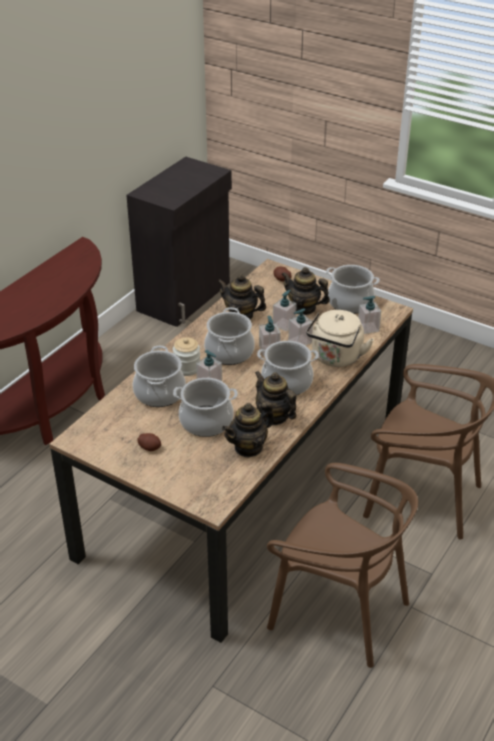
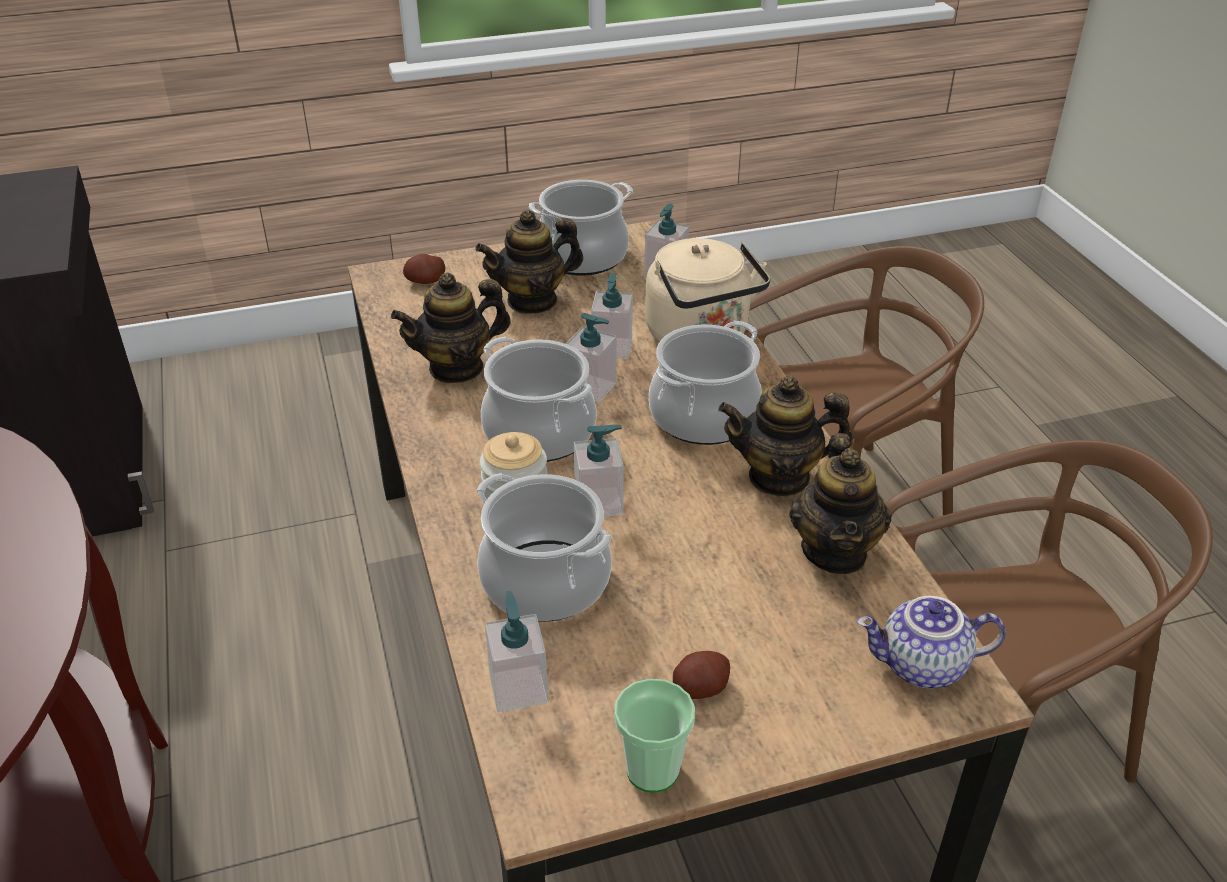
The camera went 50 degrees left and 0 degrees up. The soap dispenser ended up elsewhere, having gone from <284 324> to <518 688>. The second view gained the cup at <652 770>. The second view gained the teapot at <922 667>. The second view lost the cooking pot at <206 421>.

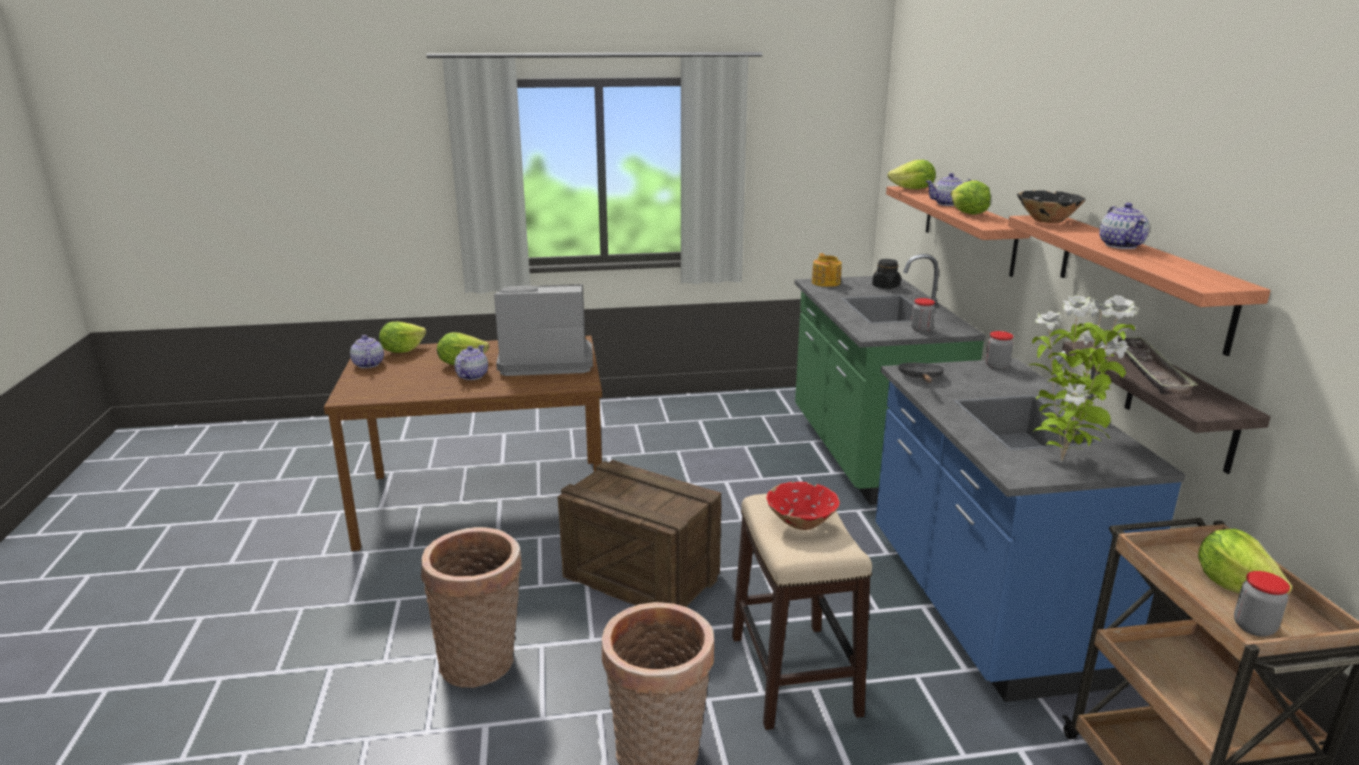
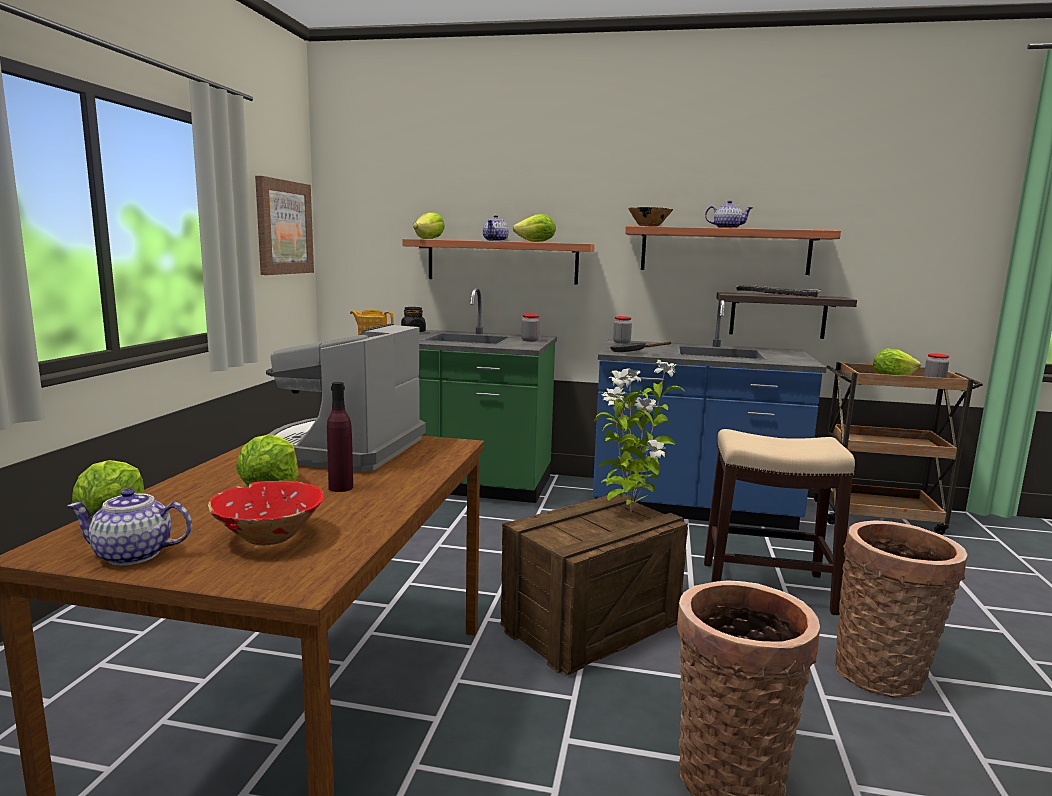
The camera went 70 degrees left and 10 degrees down. The bowl (red) ended up elsewhere, having gone from <801 523> to <269 537>. The second view gained the picture at <283 227>. Where the teapot stood at <471 376>, the bottle (purple) came to stand at <341 487>. The potted plant ended up elsewhere, having gone from <1063 459> to <629 512>.

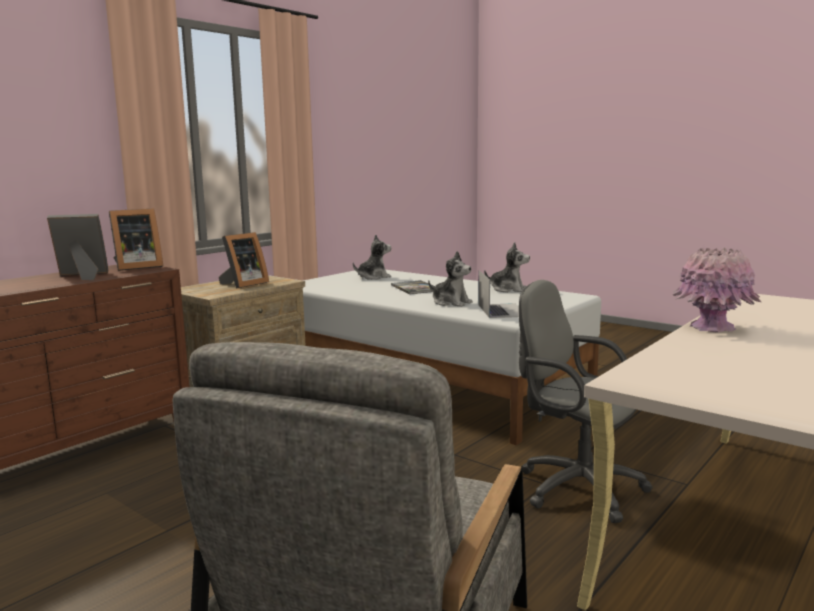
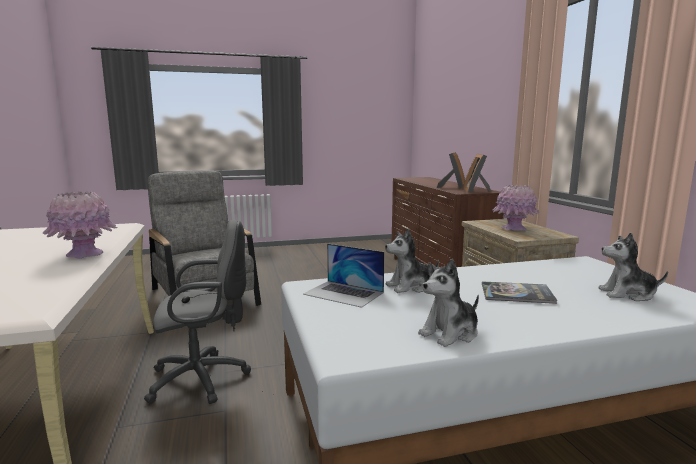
The camera went 125 degrees right and 0 degrees up. Where the picture frame stood at <243 284>, the vase (pink) came to stand at <514 229>. The plush toy at <373 277> ended up facing another way, 90 degrees clockwise from before.

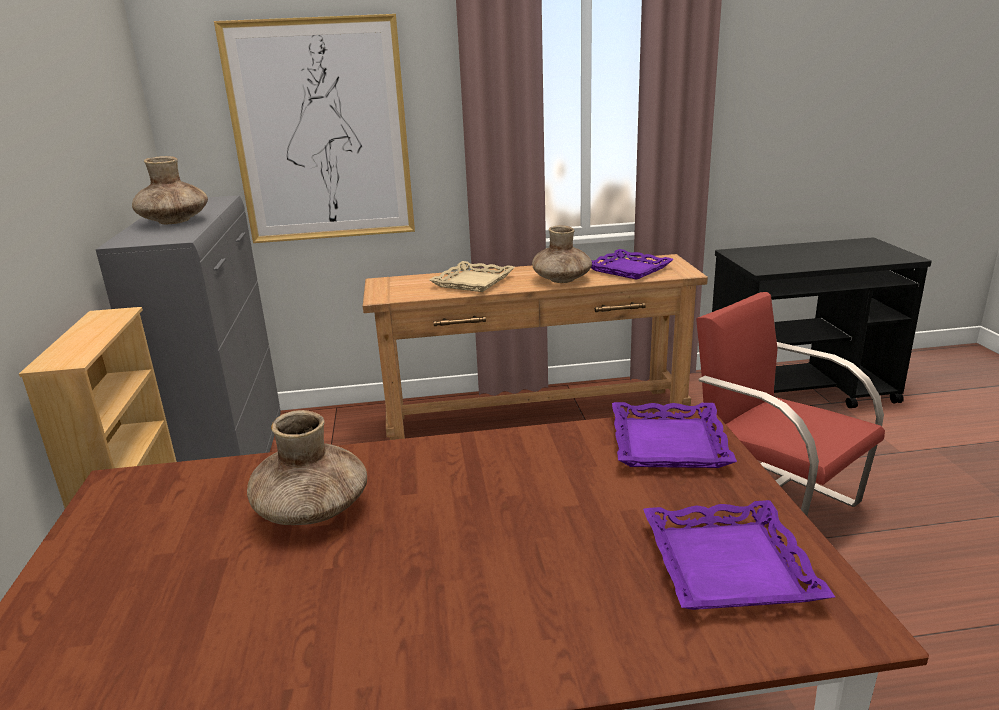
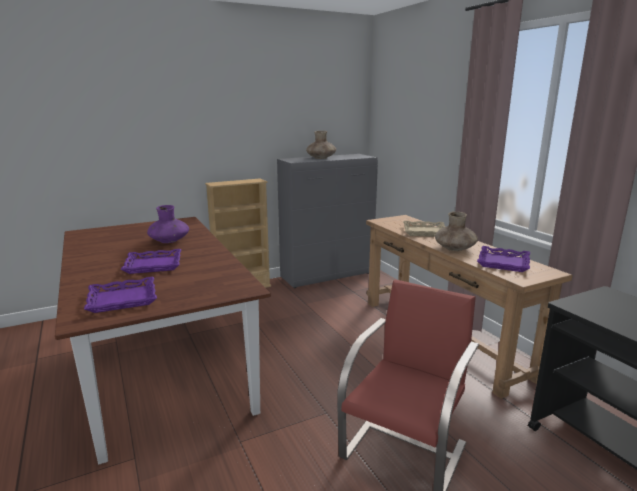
The camera went 70 degrees right and 5 degrees down. The tray (purple) ended up elsewhere, having gone from <667 443> to <153 265>. What was the vase (brown) at <312 510> turned into the vase (purple) at <169 241>. The second view lost the picture at <321 132>.

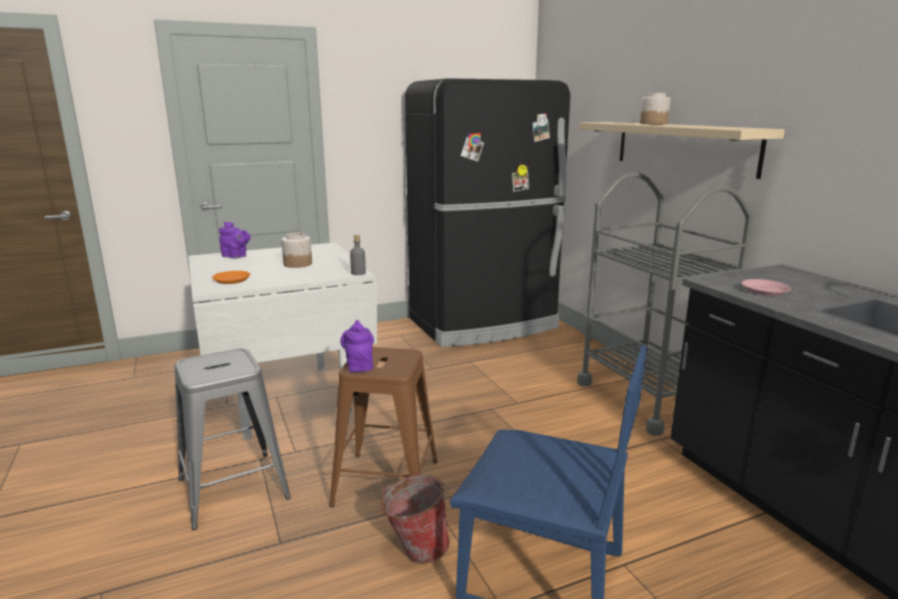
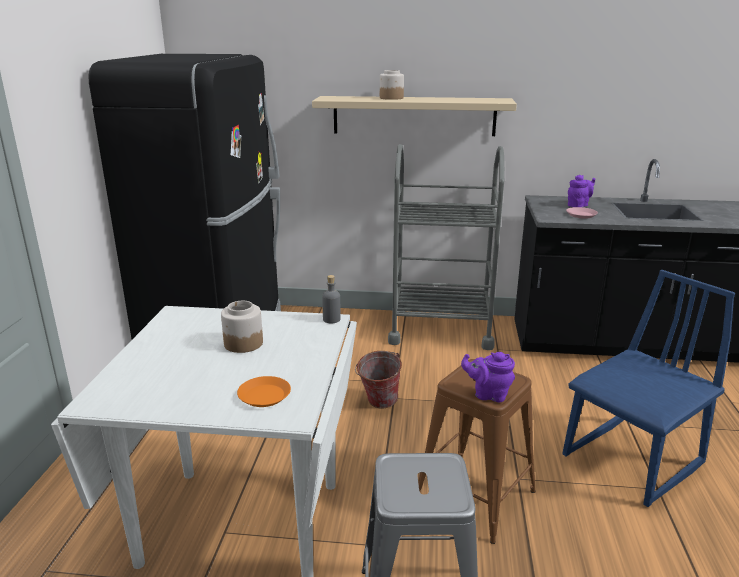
The camera went 60 degrees left and 5 degrees up. The bucket ended up elsewhere, having gone from <415 550> to <378 404>. The teapot (purple) ended up elsewhere, having gone from <236 256> to <579 205>.

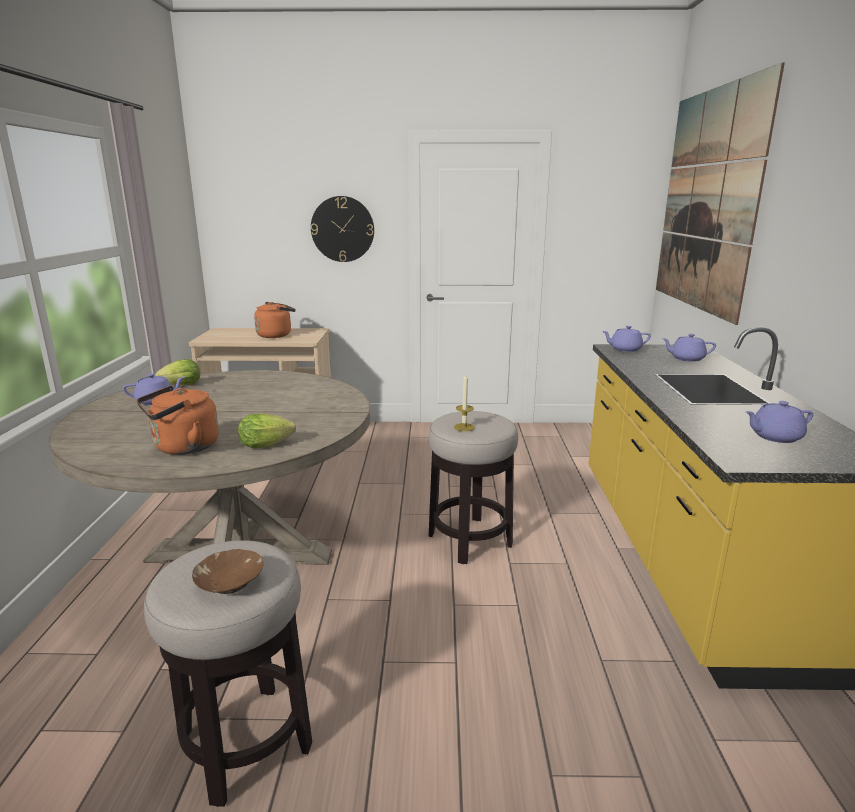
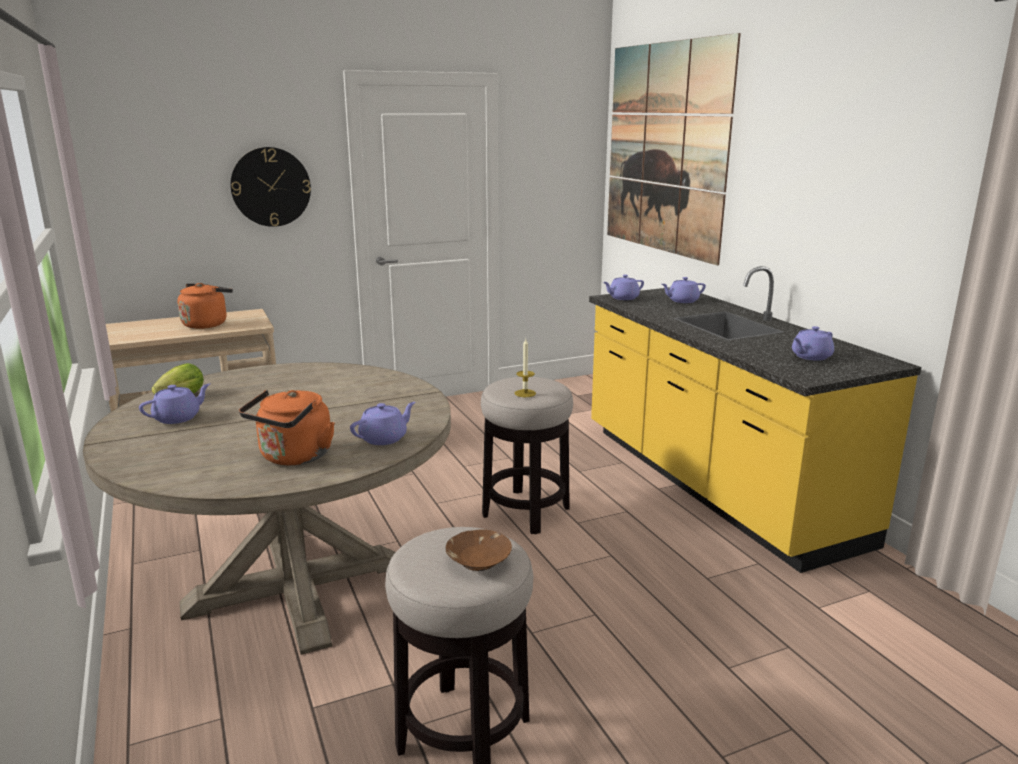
The camera went 25 degrees left and 0 degrees up. Where the lettuce stood at <269 445>, the teapot (purple) came to stand at <384 438>.

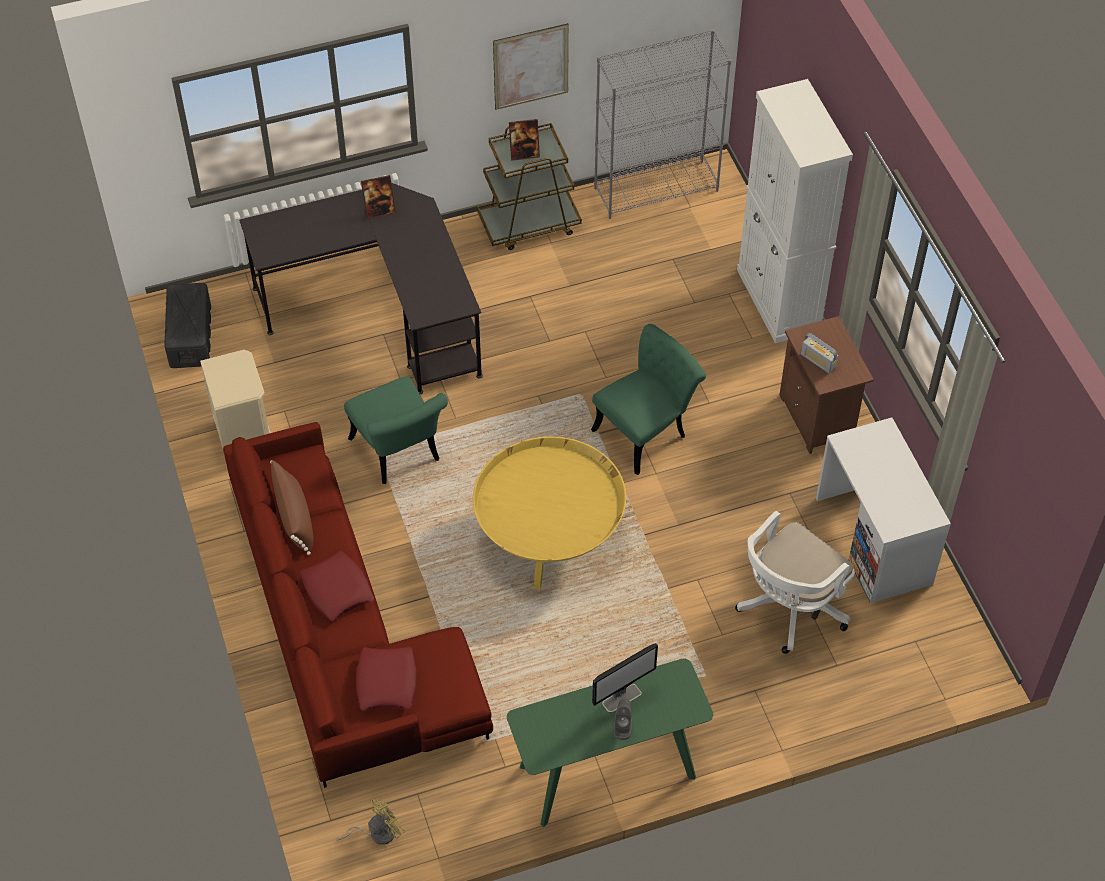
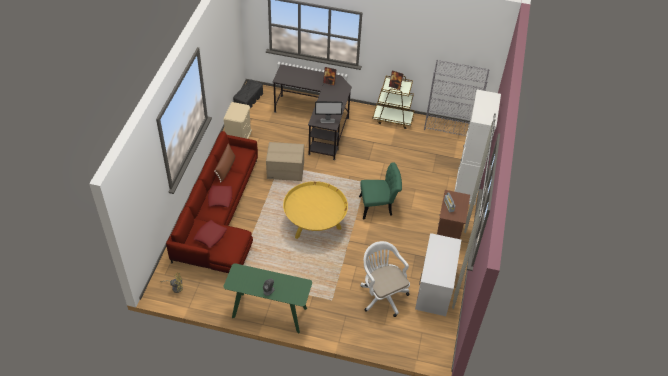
The camera went 30 degrees right and 5 degrees down. Where the chair (green) stood at <399 454>, the cardboard box came to stand at <285 170>. The monitor ended up elsewhere, having gone from <622 698> to <328 120>. The office chair (white) at <789 609> ended up facing another way, 75 degrees clockwise from before. The second view lost the picture at <531 66>.

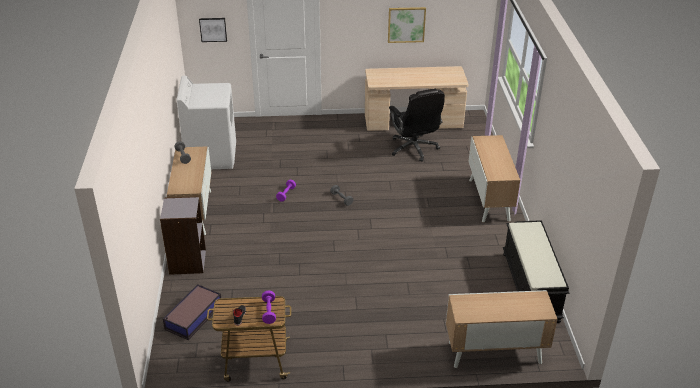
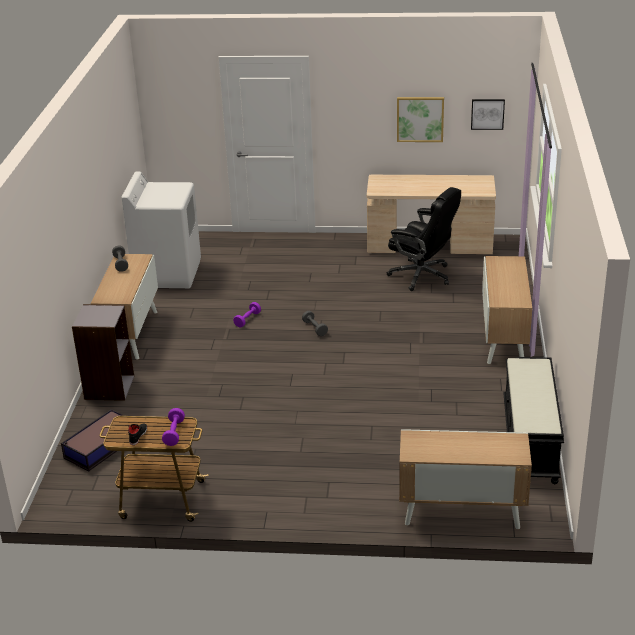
The camera went 10 degrees right and 5 degrees down. The office chair (black) at <414 148> ended up facing another way, 45 degrees counterclockwise from before. The picture ended up elsewhere, having gone from <213 29> to <487 114>.

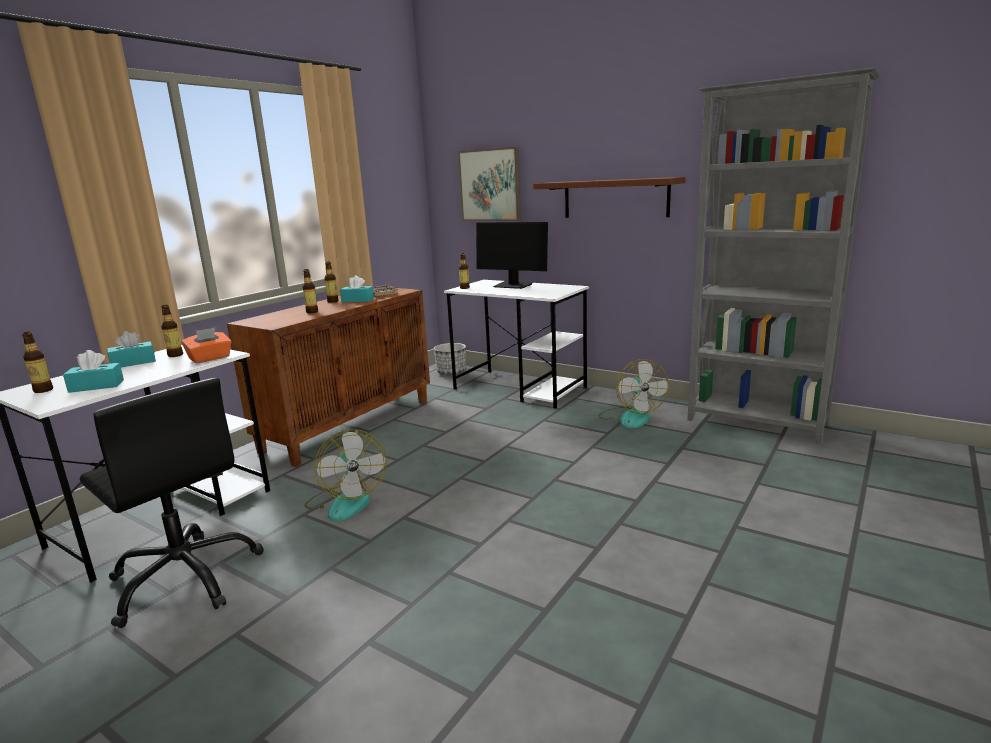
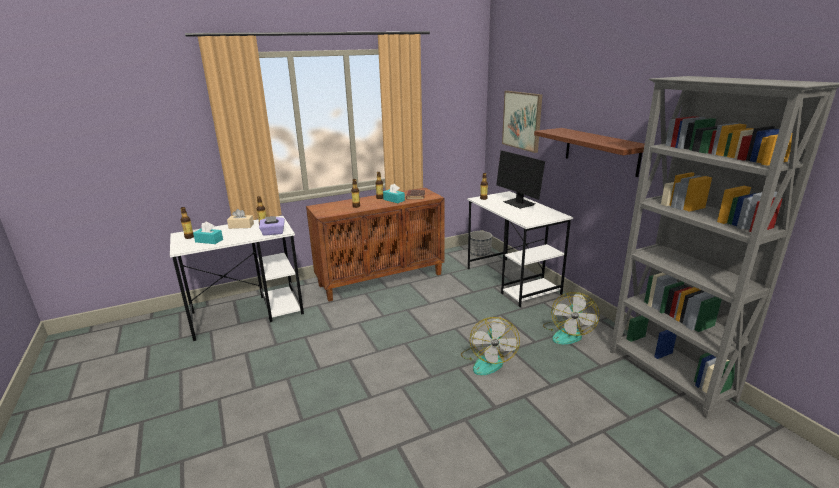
The camera went 30 degrees right and 5 degrees up. What was the tissue box (turquoise) at <133 363> turned into the tissue box (beige) at <241 226>. What was the tissue box (orange) at <210 358> turned into the tissue box (purple) at <273 233>. The fan ended up elsewhere, having gone from <346 501> to <487 360>. The second view lost the office chair (black) at <186 577>.

